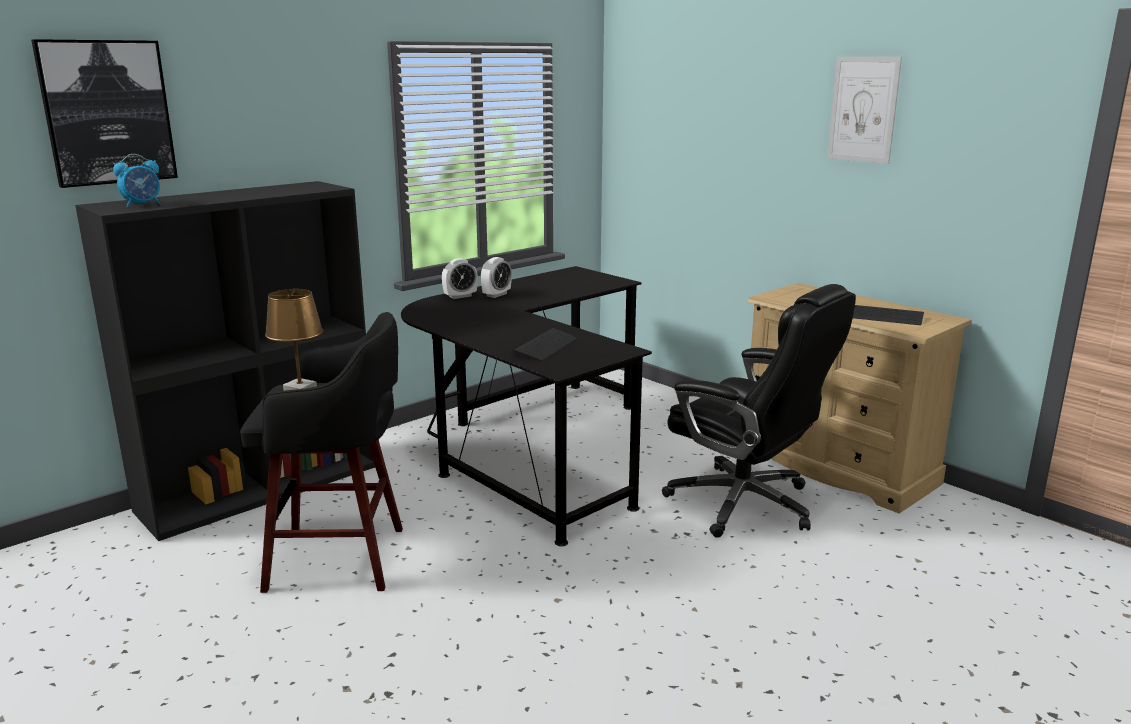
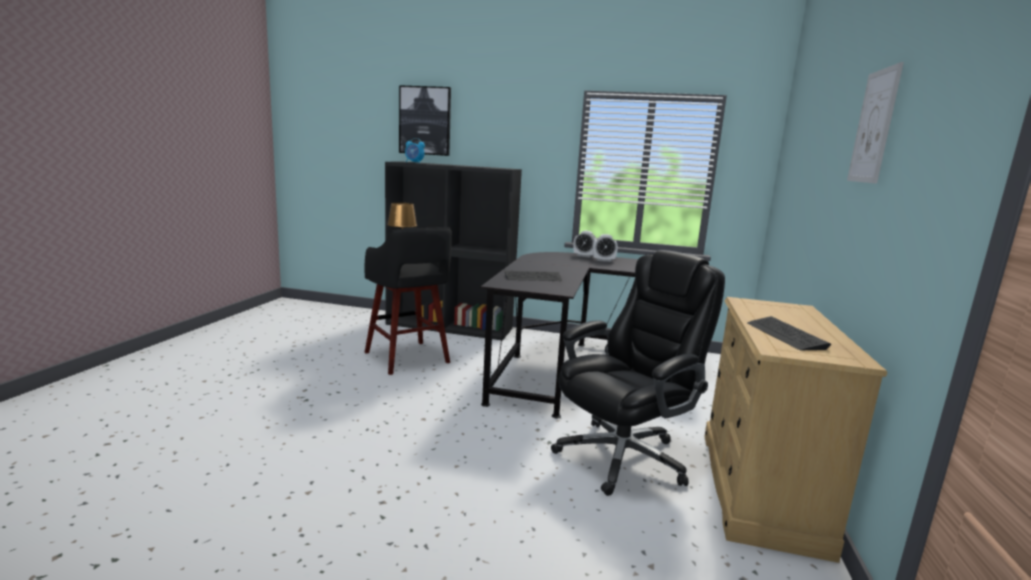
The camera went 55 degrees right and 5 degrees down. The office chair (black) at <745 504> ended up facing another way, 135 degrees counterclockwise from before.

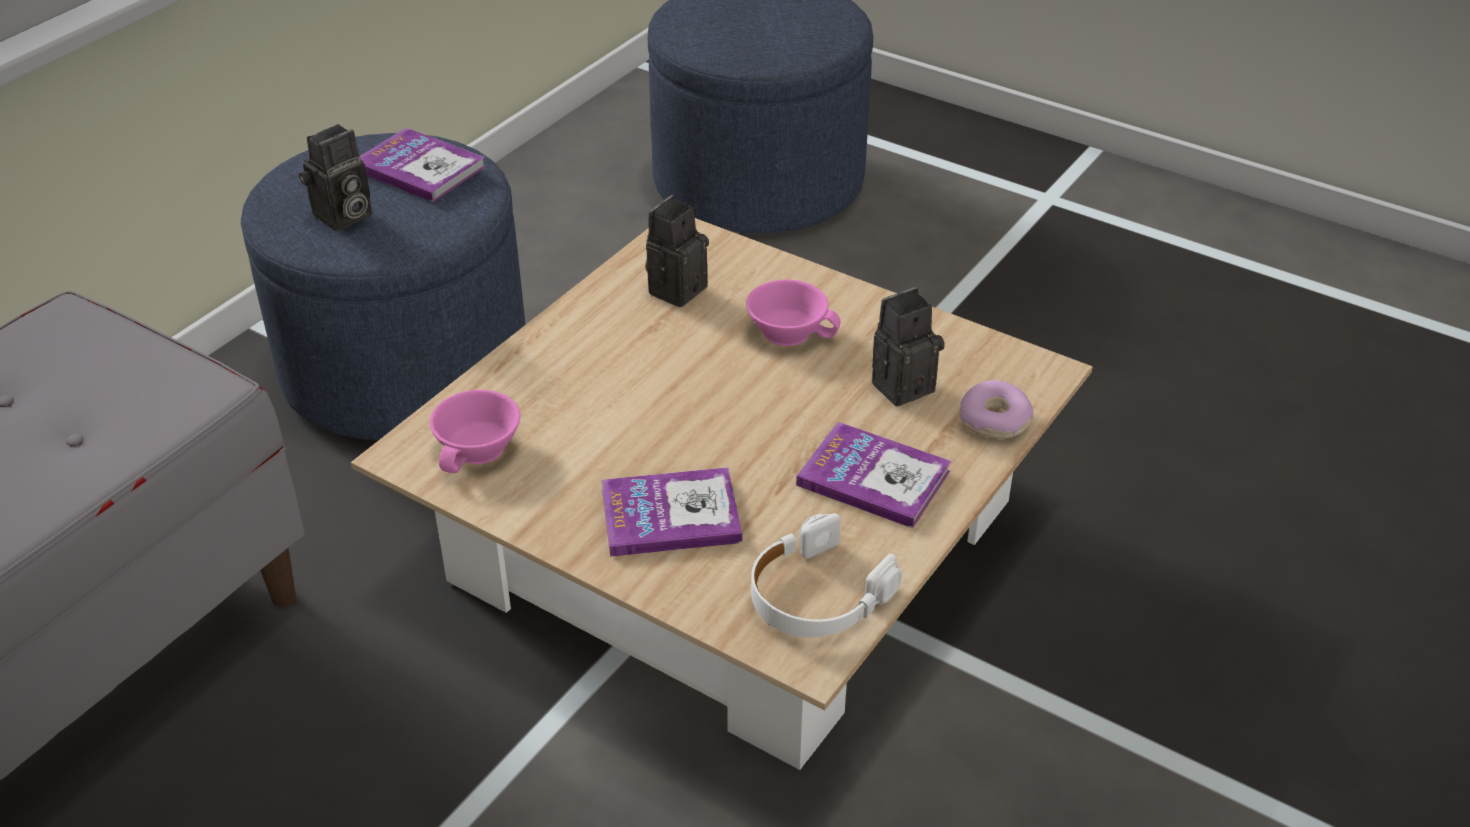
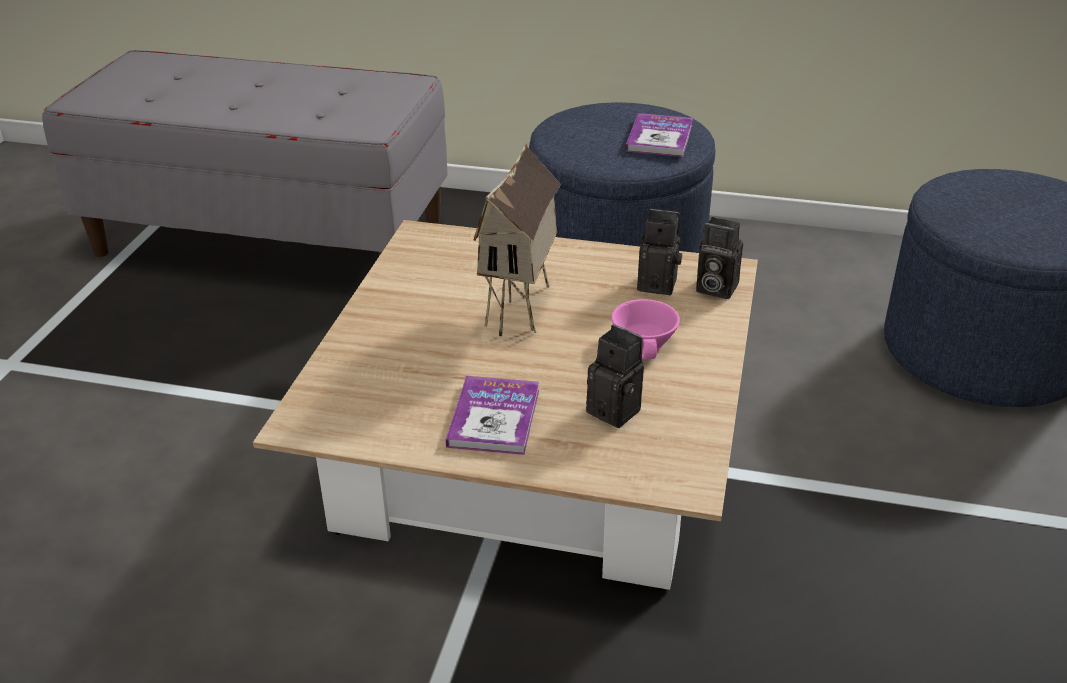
The camera went 70 degrees right and 5 degrees down. The second view gained the toy house at <522 311>. The photo camera ended up elsewhere, having gone from <342 217> to <714 288>. The second view lost the cup (pink) at <480 450>. The second view lost the book at <670 515>. The second view lost the headphones (white) at <817 595>. The second view lost the donut at <995 420>.

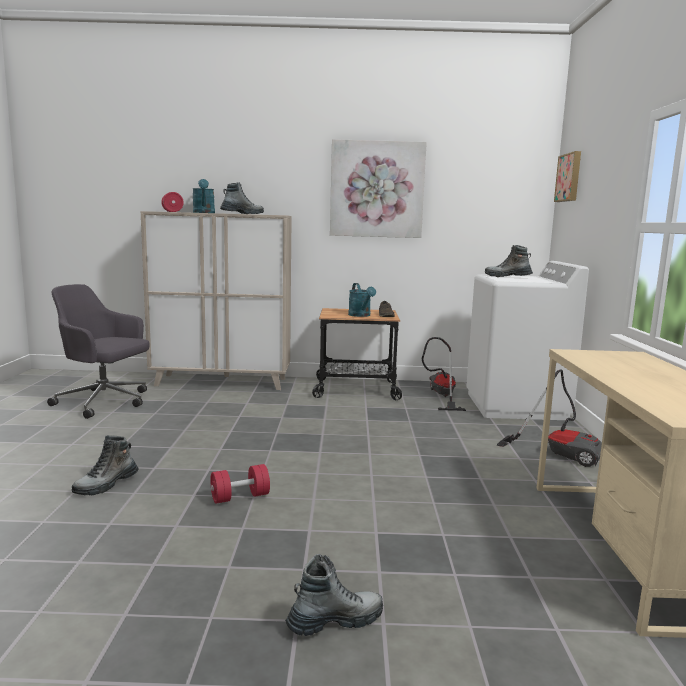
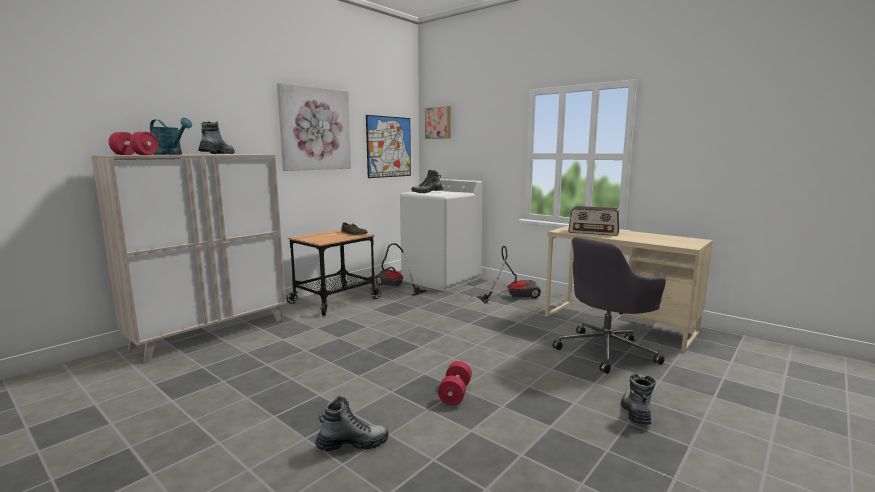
The camera went 50 degrees left and 0 degrees up. The boot at <106 484> ended up facing another way, 90 degrees counterclockwise from before. The second view gained the picture at <389 147>. The office chair (grey) ended up elsewhere, having gone from <104 402> to <606 351>. The second view gained the radio at <594 232>. The second view lost the watering can (turquoise) at <361 315>.

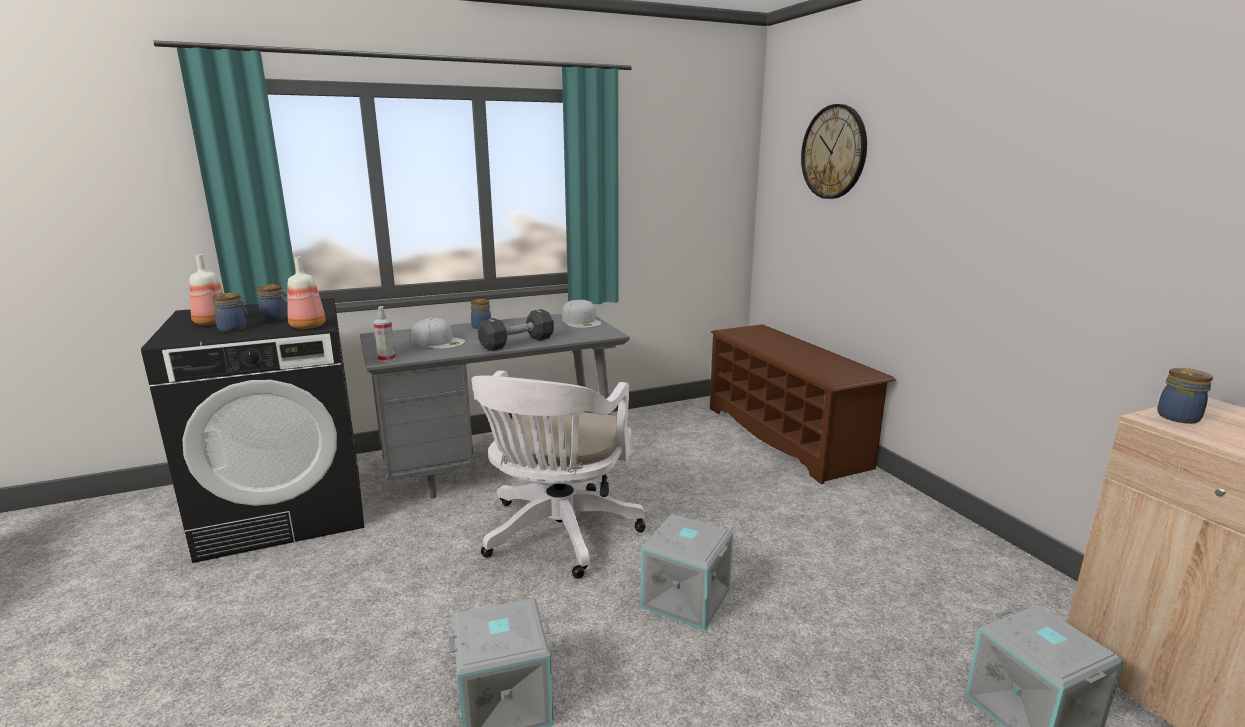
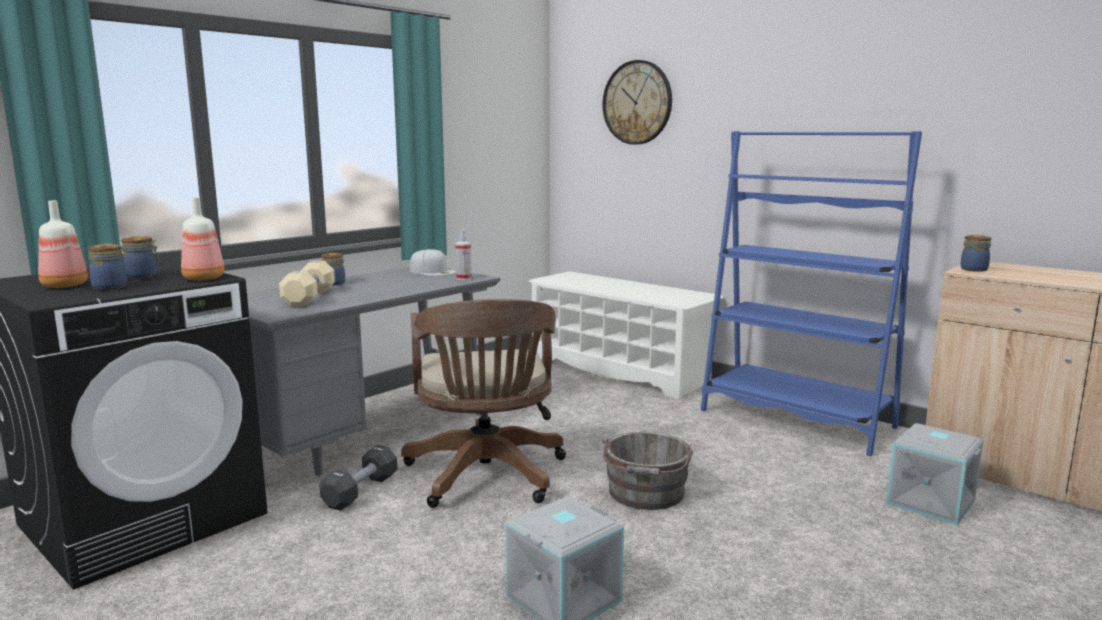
The camera went 25 degrees left and 5 degrees down. Where the cap (white) stood at <438 342>, the dumbbell (beige) came to stand at <309 298>. The dumbbell (black) ended up elsewhere, having gone from <517 343> to <360 491>. What was the office chair (white) at <557 535> turned into the office chair (brown) at <486 477>. The spray bottle ended up elsewhere, having gone from <386 359> to <463 278>. What was the shoe rack (brown) at <785 436> turned into the shoe rack (white) at <619 371>. Where the storage box (grey) stood at <687 597>, the bucket (grey) came to stand at <645 494>. The second view gained the bookcase (blue) at <796 419>.

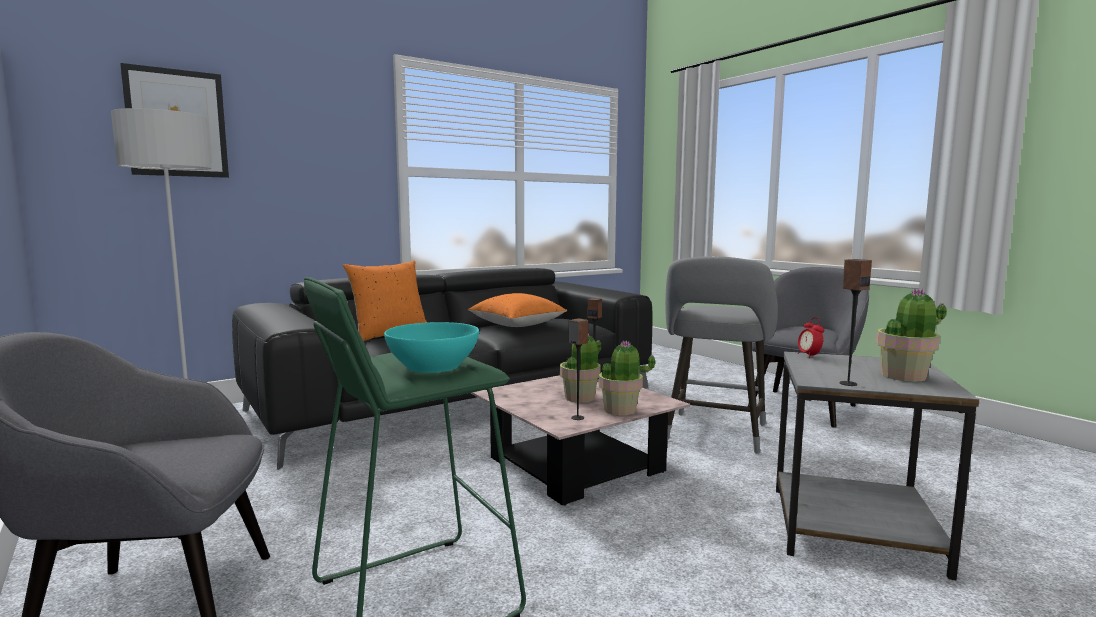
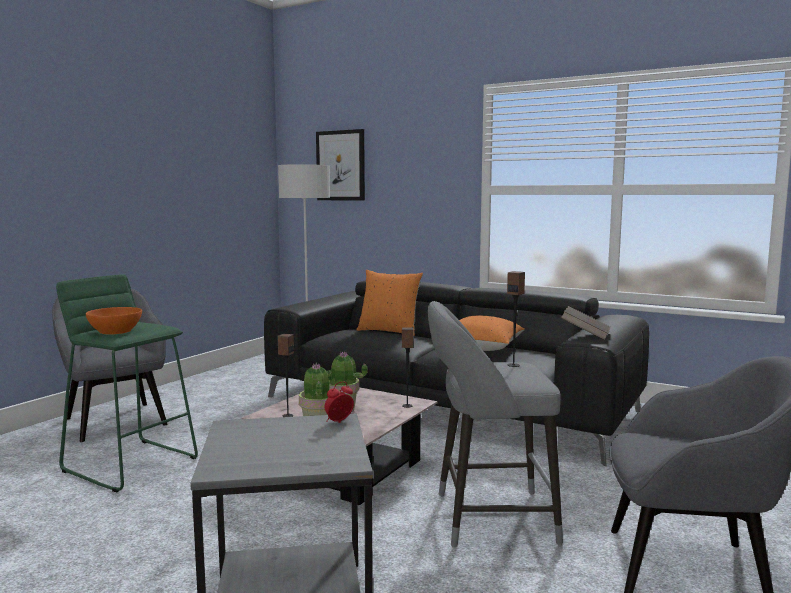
The camera went 65 degrees right and 0 degrees up. What was the bowl (turquoise) at <433 366> turned into the bowl (orange) at <115 331>. The speaker ended up elsewhere, having gone from <847 383> to <513 365>. The second view gained the book (brown) at <585 335>. The second view lost the potted plant at <904 376>.

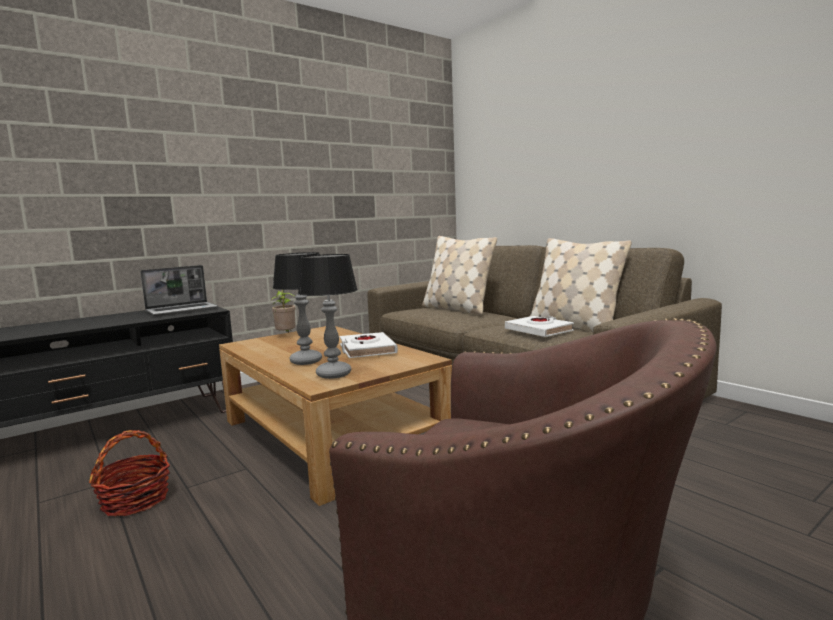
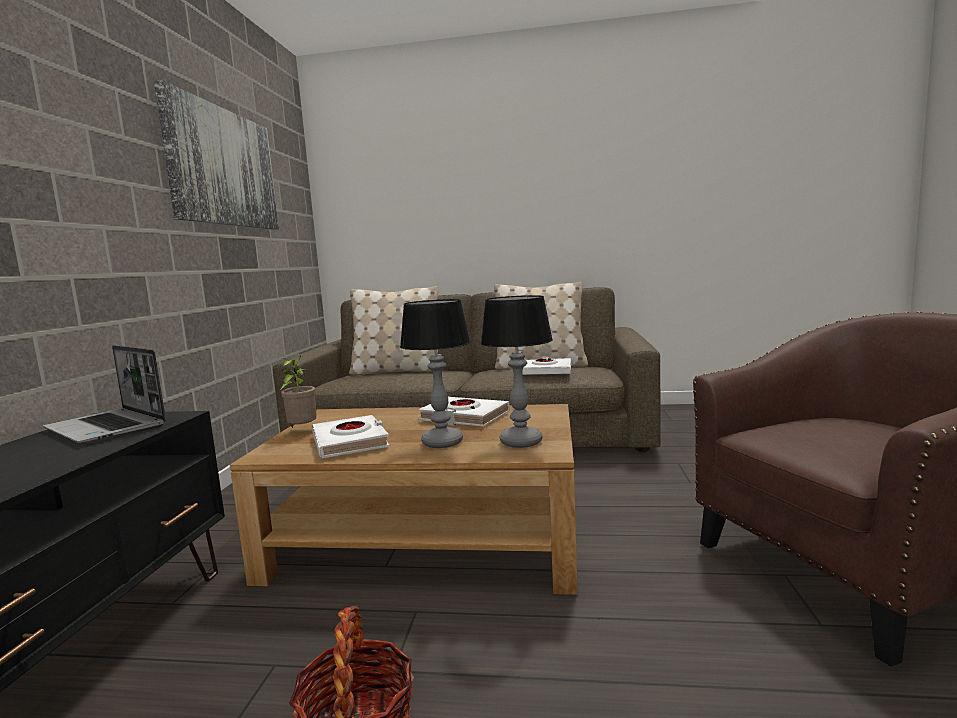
The camera went 45 degrees left and 0 degrees up. The laptop at <182 310> ended up facing another way, 120 degrees clockwise from before. The second view gained the picture at <223 167>. The second view gained the book (white) at <350 442>.

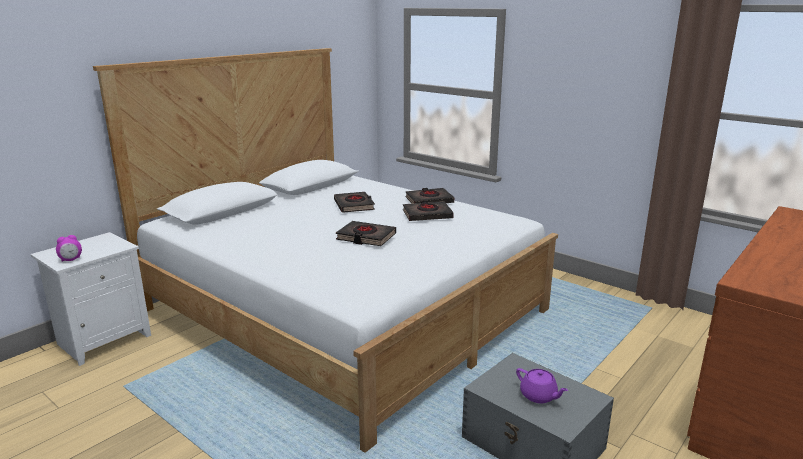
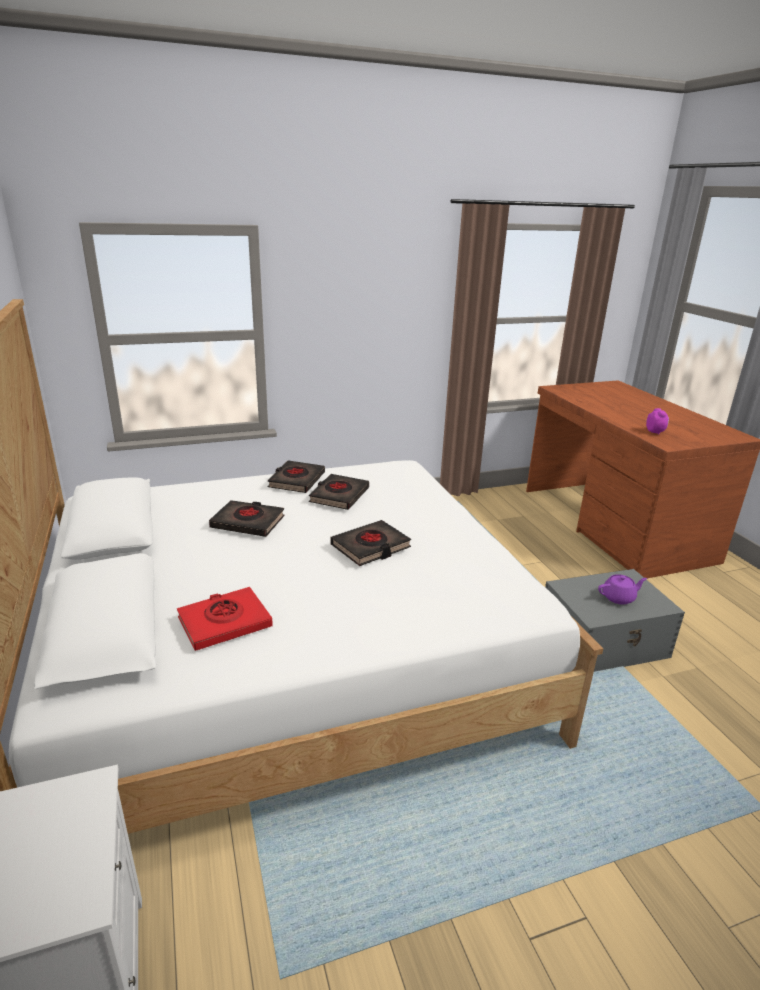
The camera went 60 degrees left and 5 degrees up. The second view gained the book (red) at <224 623>. The alarm clock ended up elsewhere, having gone from <71 260> to <655 432>.

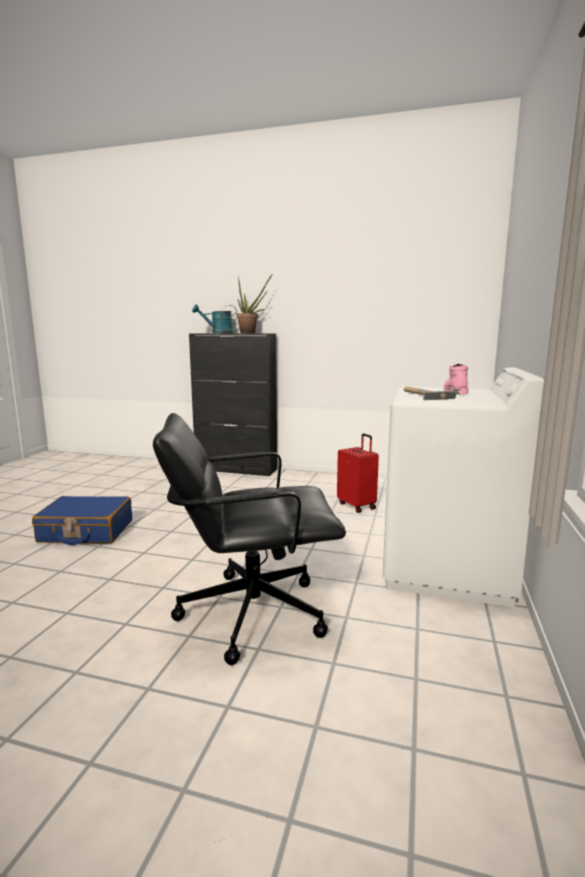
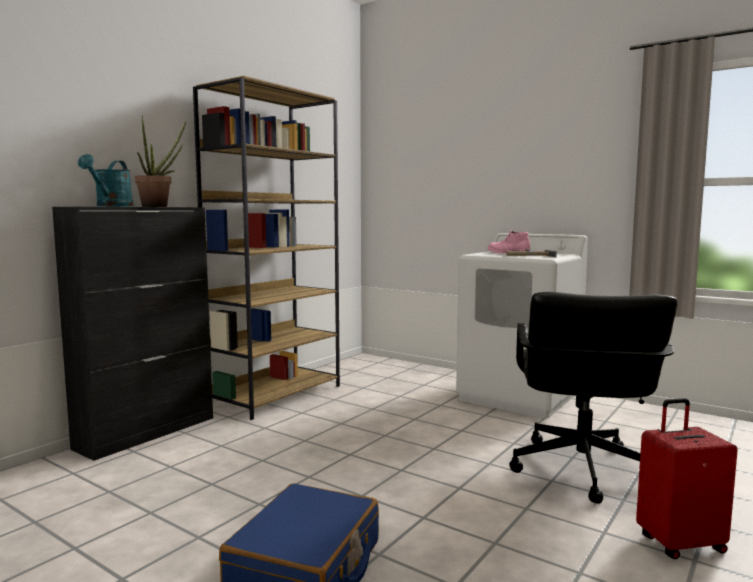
The camera went 70 degrees left and 5 degrees down. The second view gained the bookcase (brown) at <276 395>. The suitcase (red) ended up elsewhere, having gone from <357 506> to <679 543>.

